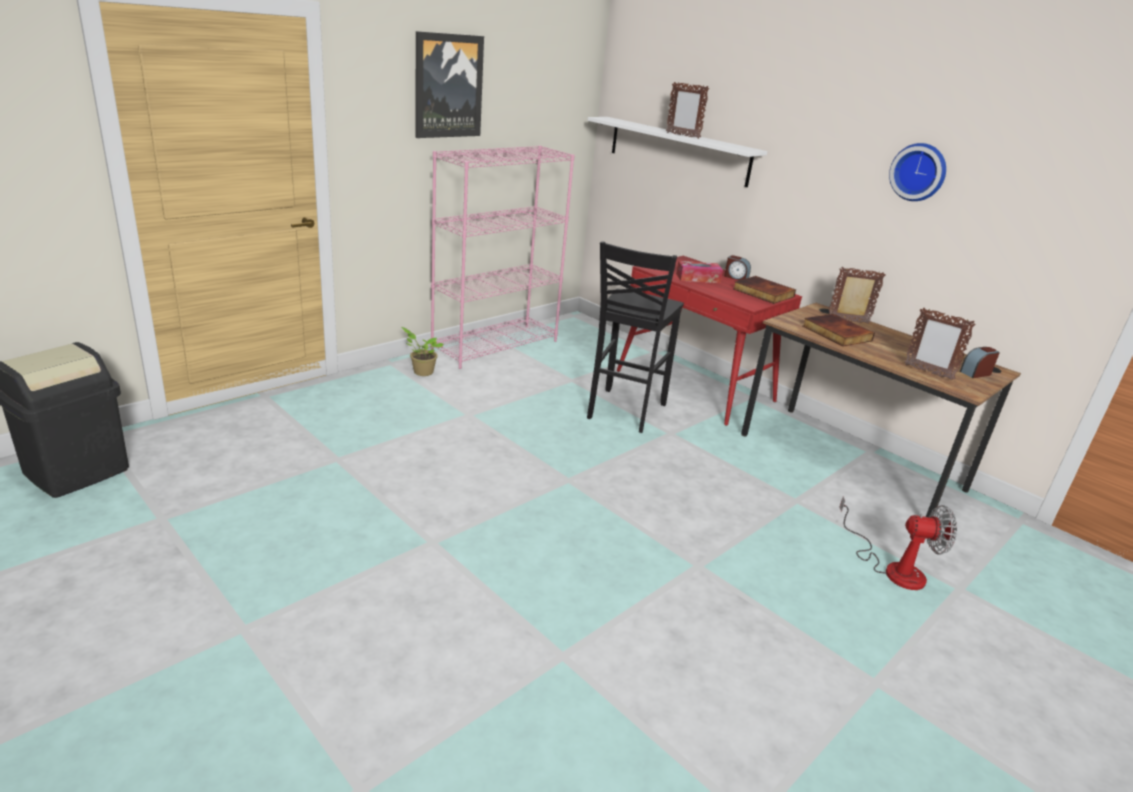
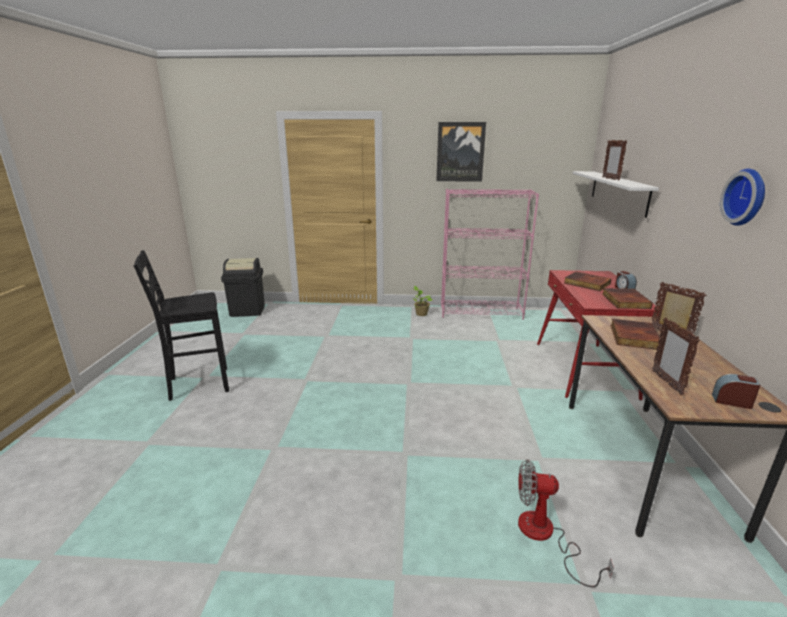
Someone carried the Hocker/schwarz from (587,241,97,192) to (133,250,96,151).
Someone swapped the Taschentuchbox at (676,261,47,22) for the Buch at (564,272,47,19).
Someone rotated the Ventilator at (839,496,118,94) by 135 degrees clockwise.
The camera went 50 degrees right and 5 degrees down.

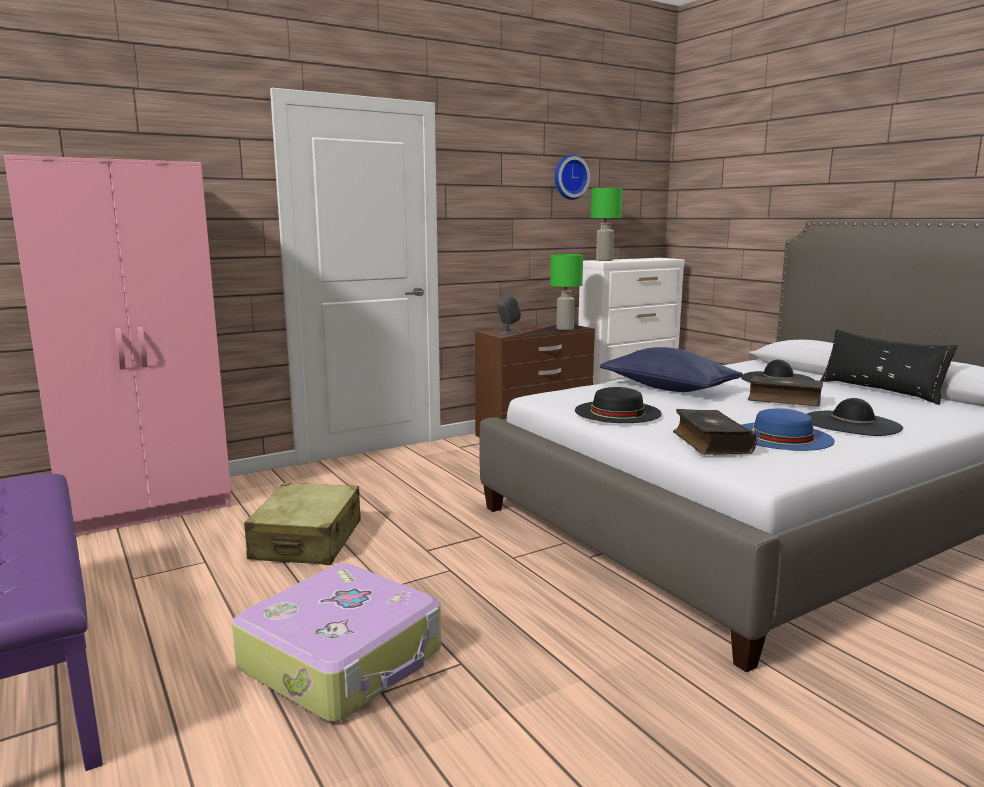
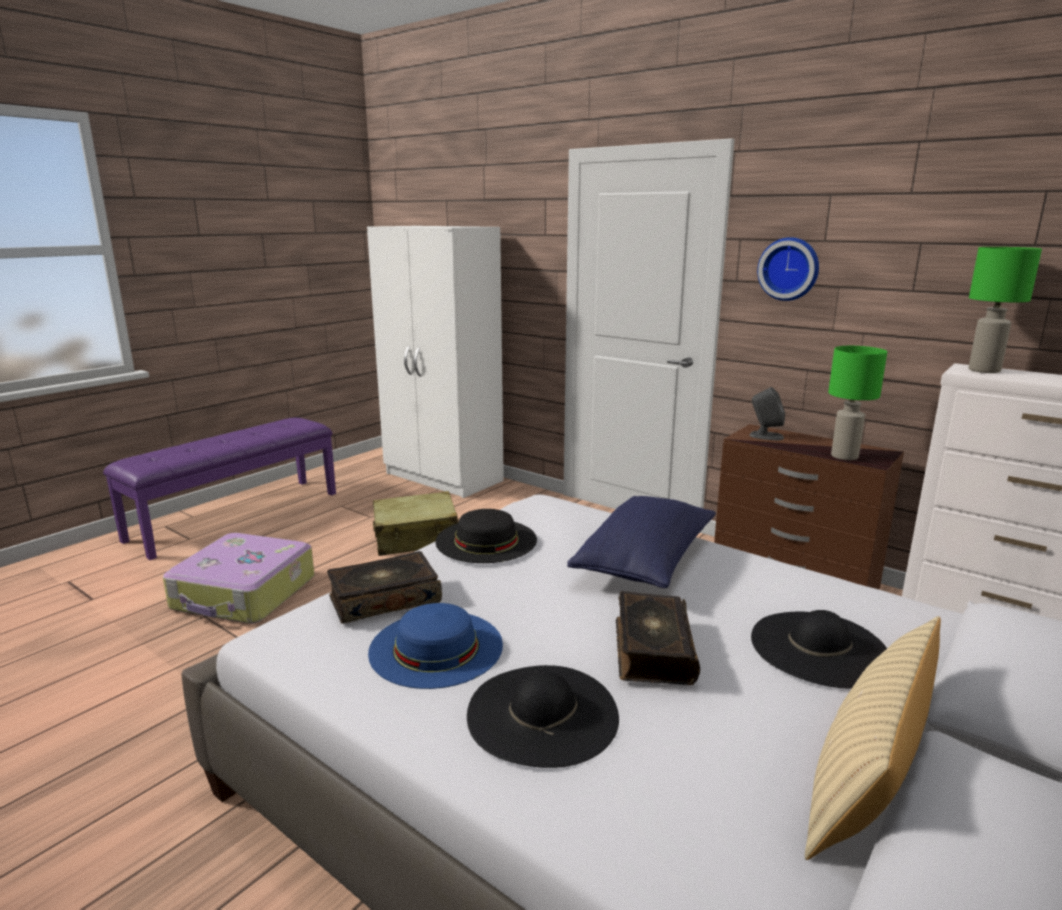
Someone repainted the Kleiderschrank/rosa at (4,155,228,381), which became the Kleiderschrank/weiß at (367,226,137,272).
Someone carried the Wanduhr from (555,154,35,46) to (757,237,62,64).
Someone repainted the Kissen/schwarz at (820,329,138,76), which became the Kissen/beige at (805,616,136,244).
The camera went 70 degrees right and 5 degrees up.

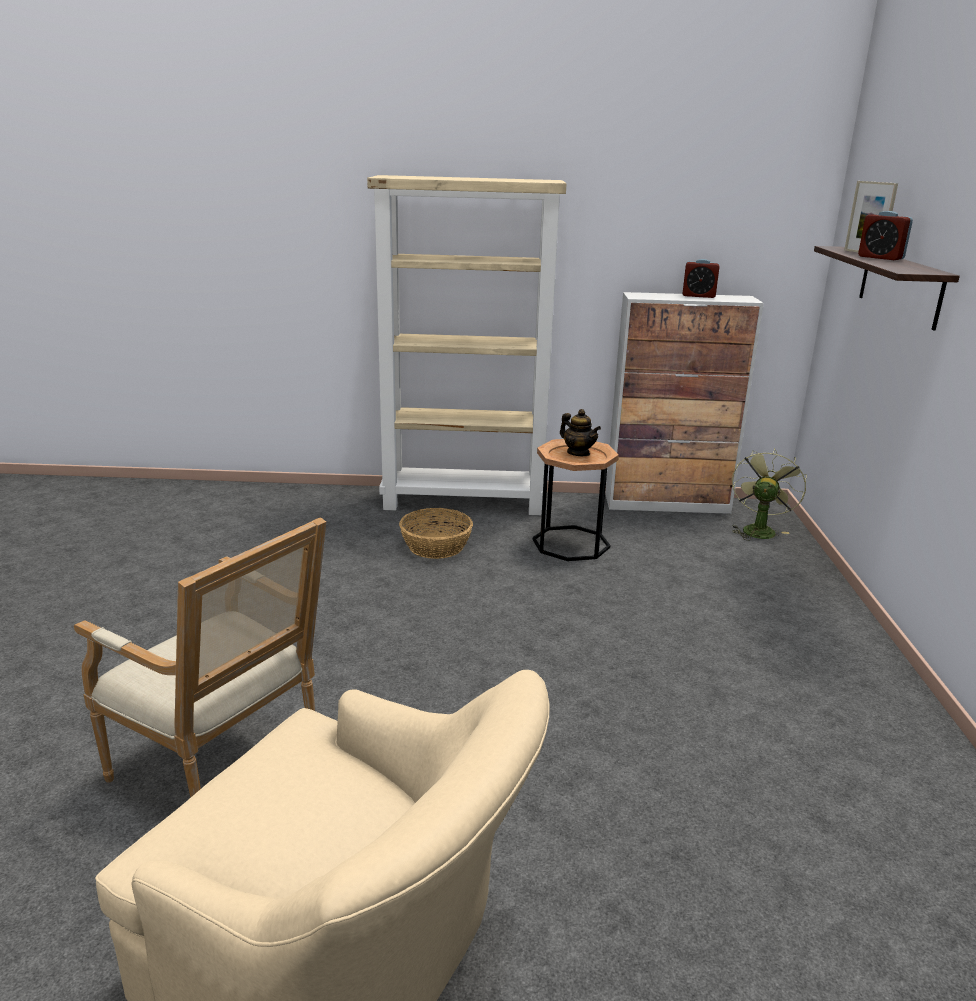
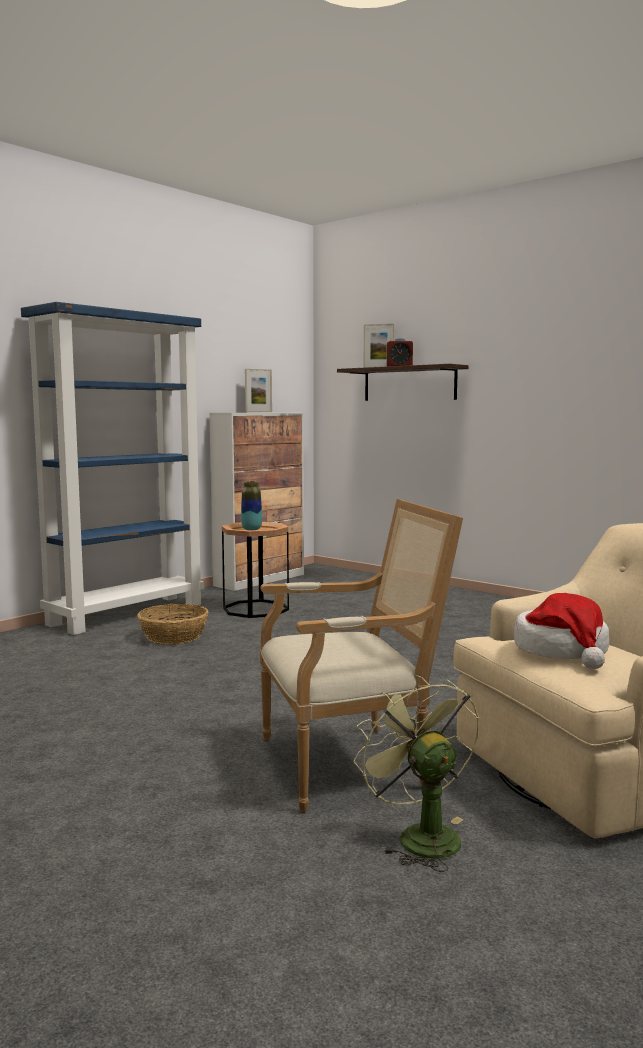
Someone repainted the Bücherregal/beige at (367,175,200,340), which became the Bücherregal/blau at (21,302,183,333).
Someone swapped the Teekanne at (560,409,41,47) for the Vase at (241,481,21,49).
Someone swapped the Wecker at (682,259,38,39) for the Bilderrahmen at (245,369,27,43).
Someone carried the Ventilator/grün from (732,448,75,93) to (354,675,125,197).
Someone put down the Hut at (514,593,95,76).
The camera went 50 degrees left and 15 degrees down.

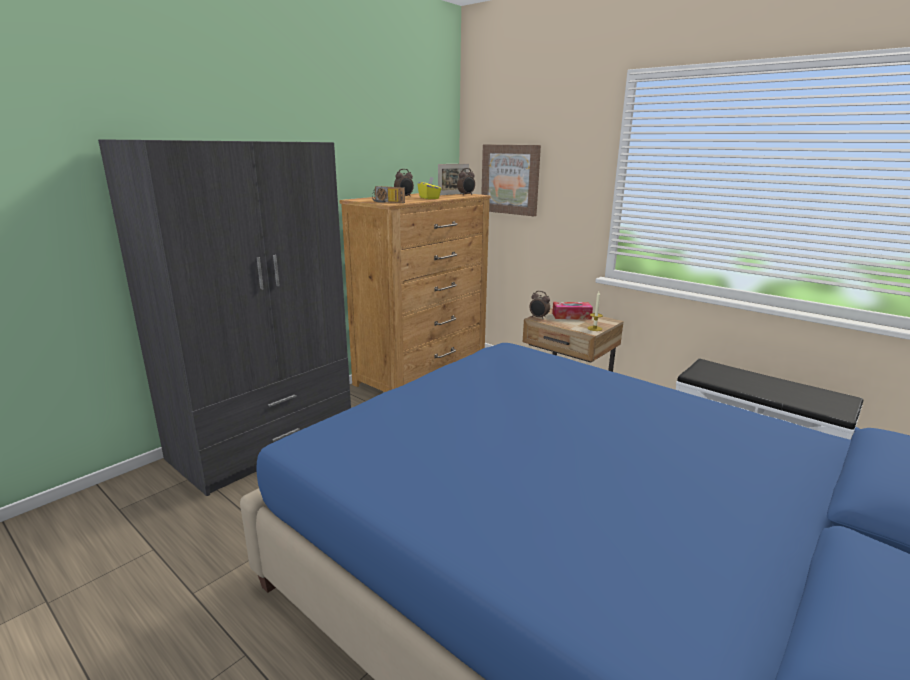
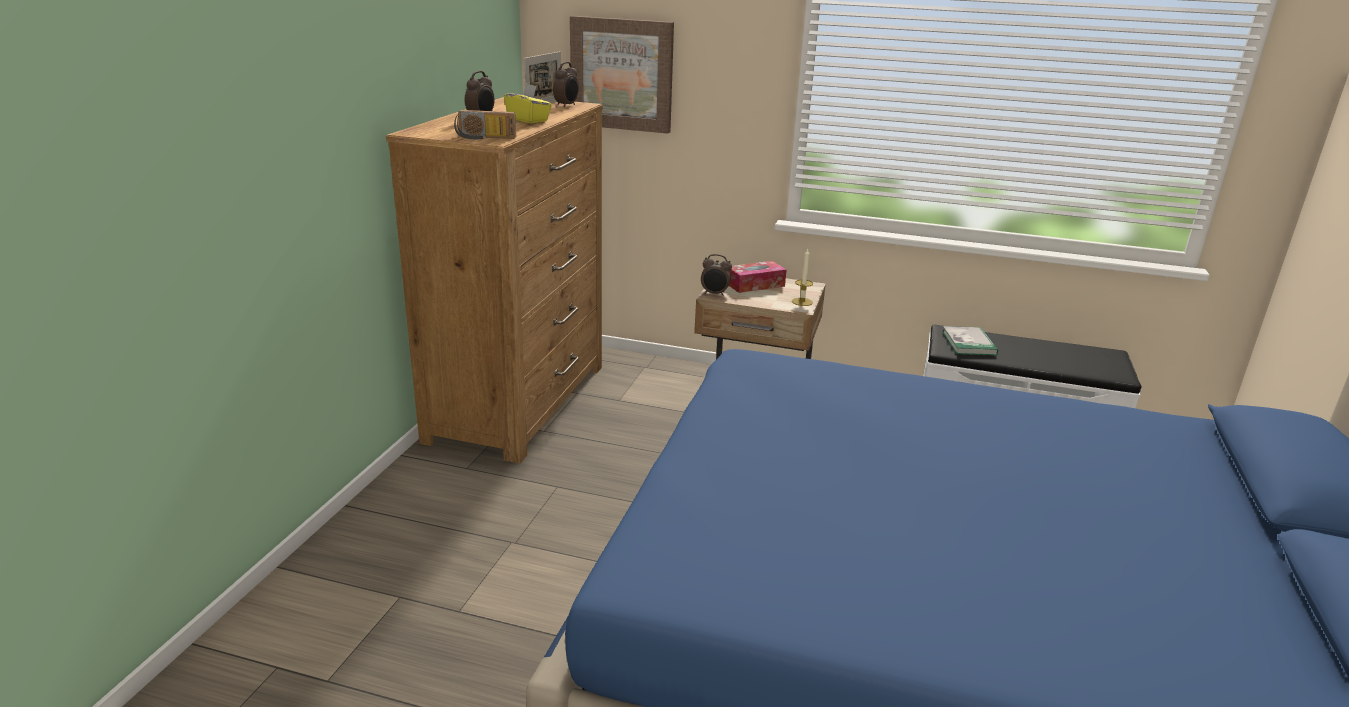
Someone took away the Kleiderschrank/grau at (98,139,253,357).
Someone put down the Buch at (942,326,56,30).
The camera went 25 degrees left and 5 degrees up.

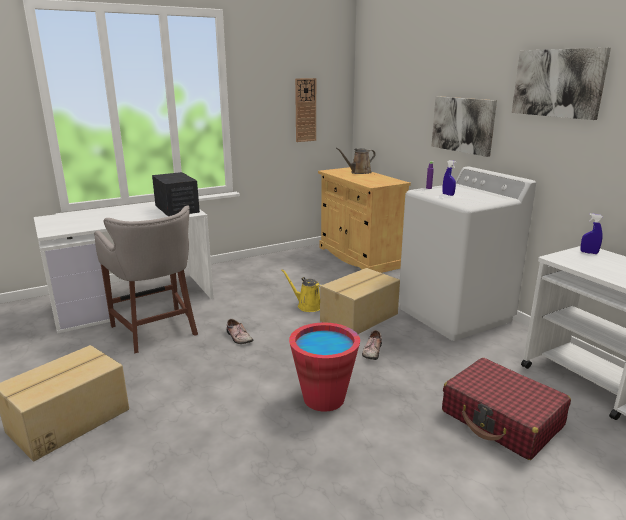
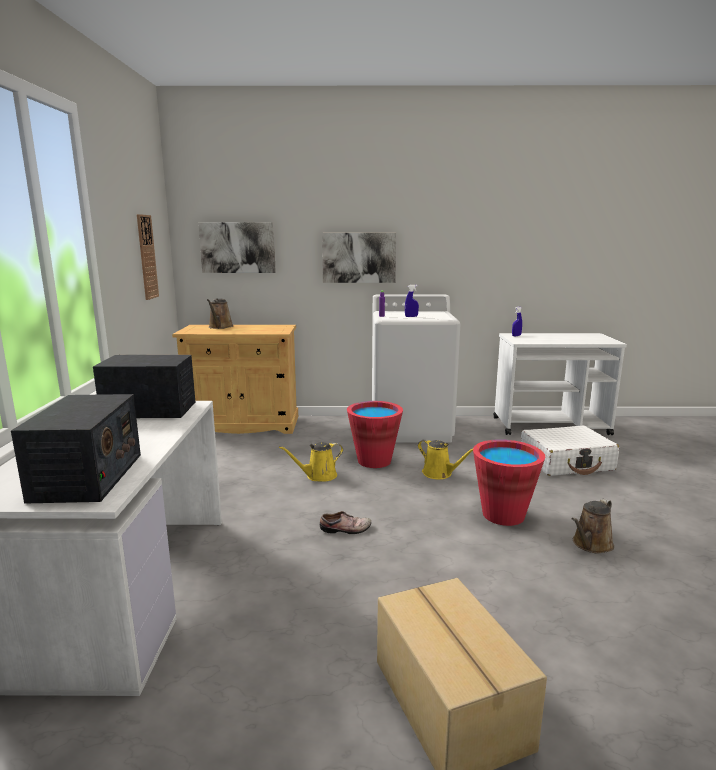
Someone took away the Hocker/grau at (94,206,104,147).
Someone swapped the Karton at (320,268,80,66) for the Eimer/rot at (347,401,56,67).
Someone swapped the Schuh at (362,330,20,30) for the Gießkanne/gelb at (418,439,55,40).
Someone repainted the Koffer/rot at (442,358,129,102), which became the Koffer/weiß at (521,426,98,50).
Someone carried the Bild from (512,48,99,72) to (198,222,78,51).
Someone put down the Radio at (11,394,130,110).
Someone put down the Gießkanne/braun at (571,499,43,55).
The camera went 60 degrees left and 5 degrees down.

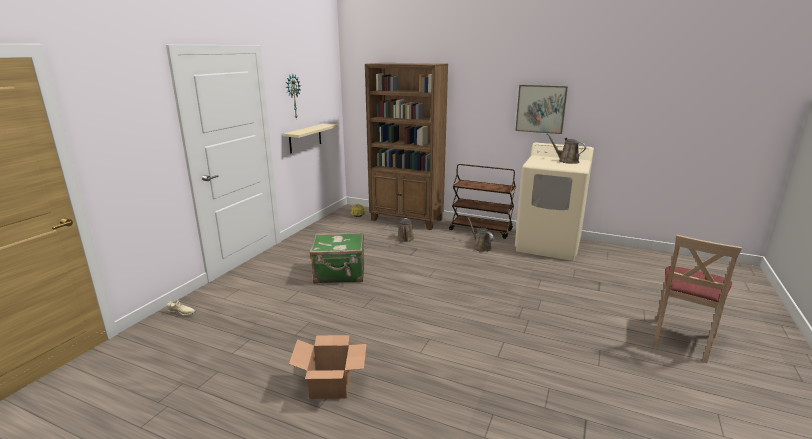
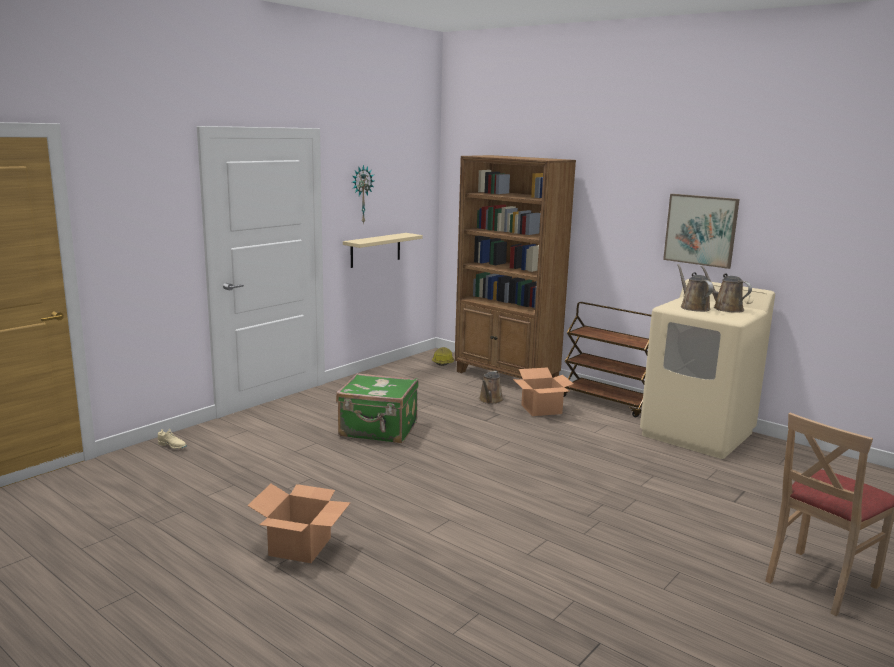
Someone carried the Gießkanne/braun from (468,218,26,34) to (677,264,36,48).
Someone put down the Karton at (513,367,61,49).
The camera went 15 degrees right and 5 degrees down.

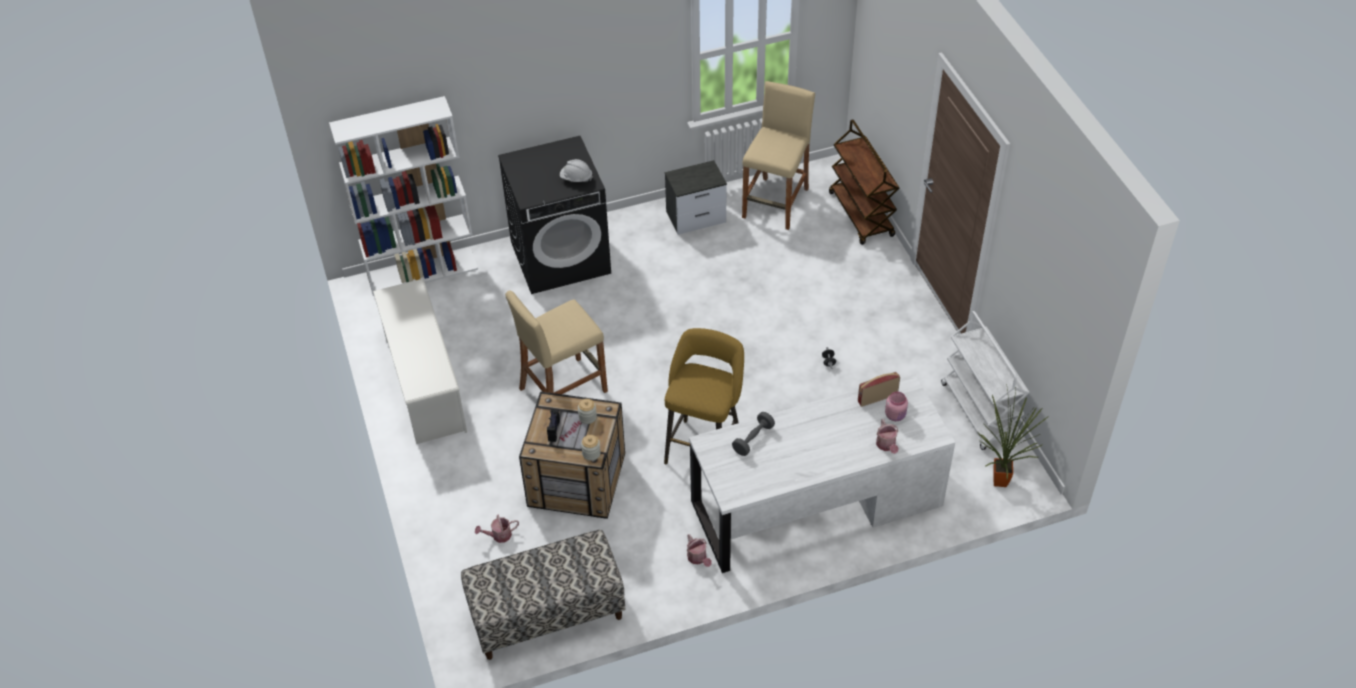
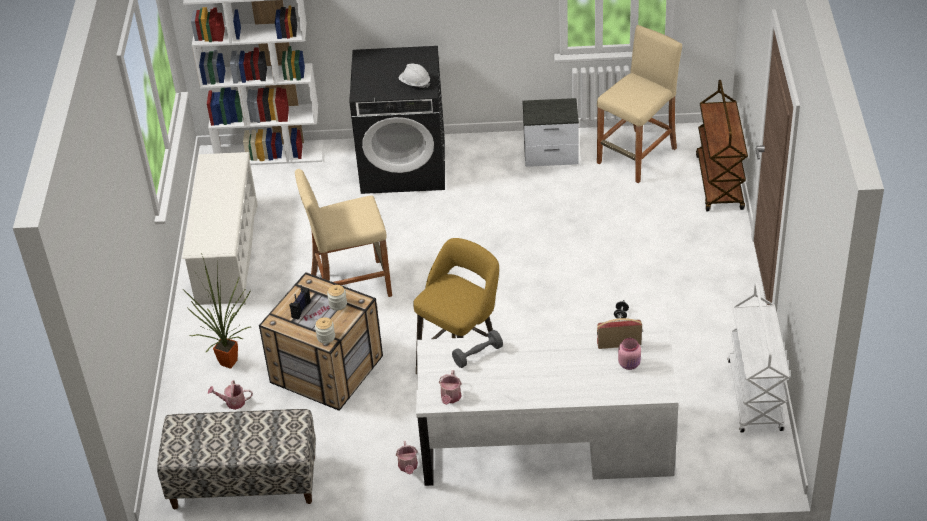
Someone carried the Gießkanne from (876,419,23,35) to (439,370,23,35).
Someone carried the Topfpflanze from (978,384,71,103) to (183,253,68,116).
The camera went 20 degrees right and 5 degrees down.

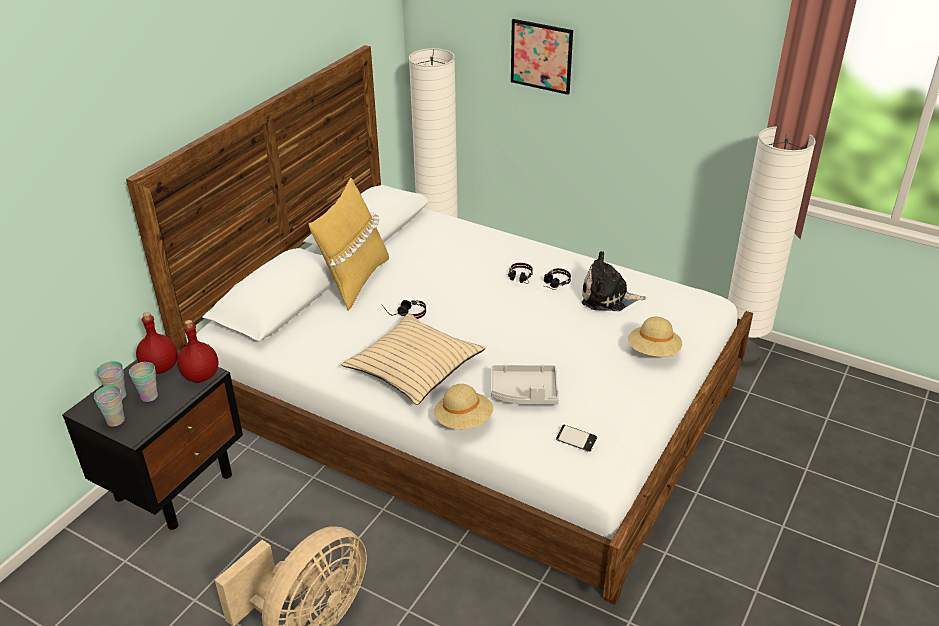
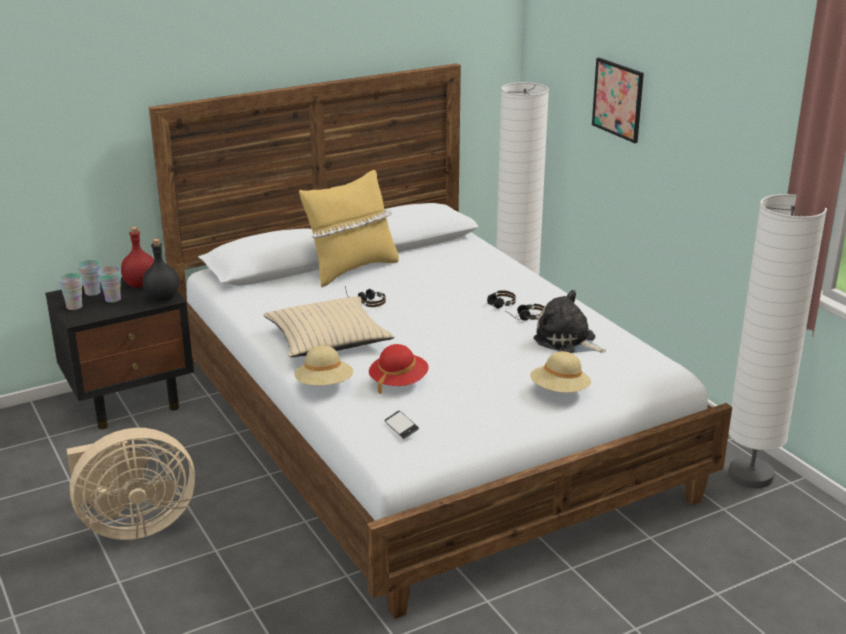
Someone repainted the Flasche/rot at (177,320,42,63), which became the Flasche/schwarz at (143,239,36,62).
Someone swapped the Tablett/grau at (491,364,68,41) for the Hut/rot at (369,344,60,51).
The camera went 30 degrees right and 10 degrees down.

